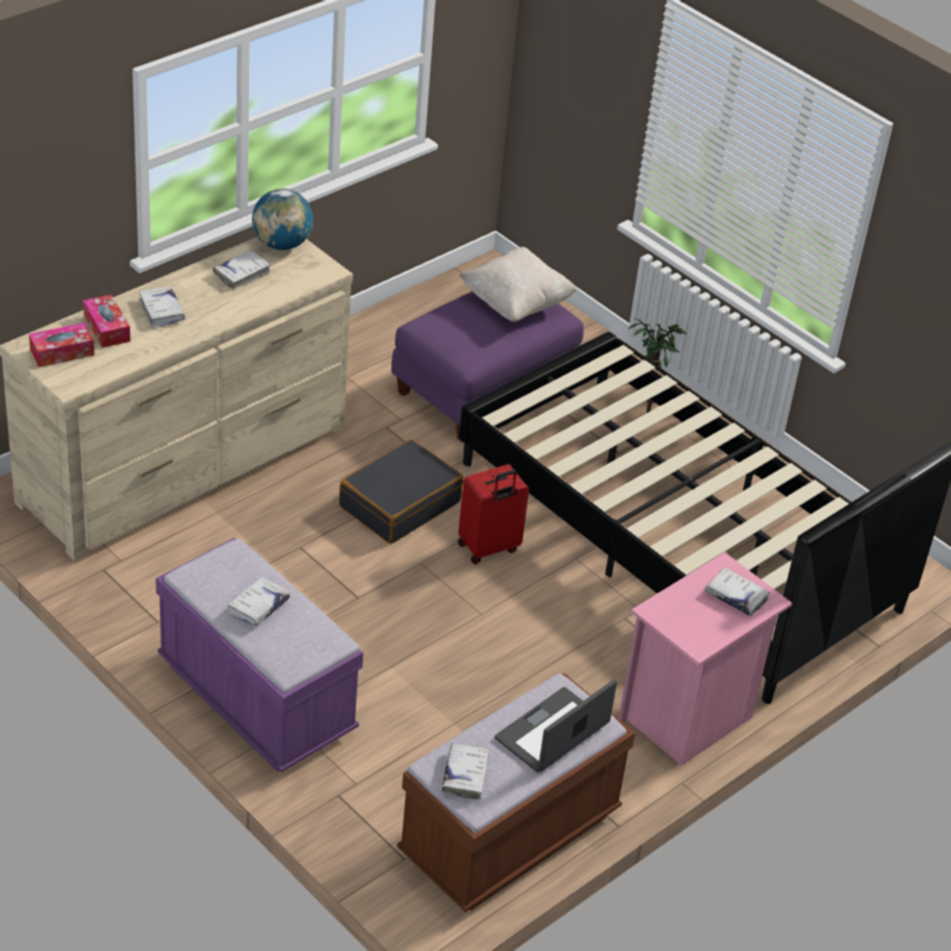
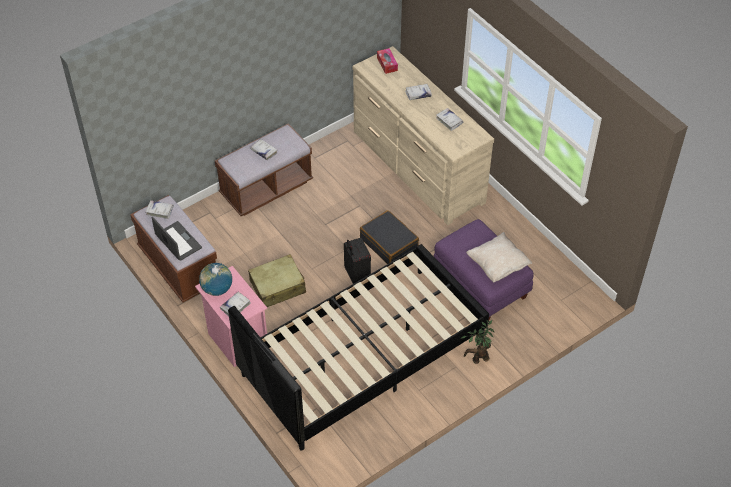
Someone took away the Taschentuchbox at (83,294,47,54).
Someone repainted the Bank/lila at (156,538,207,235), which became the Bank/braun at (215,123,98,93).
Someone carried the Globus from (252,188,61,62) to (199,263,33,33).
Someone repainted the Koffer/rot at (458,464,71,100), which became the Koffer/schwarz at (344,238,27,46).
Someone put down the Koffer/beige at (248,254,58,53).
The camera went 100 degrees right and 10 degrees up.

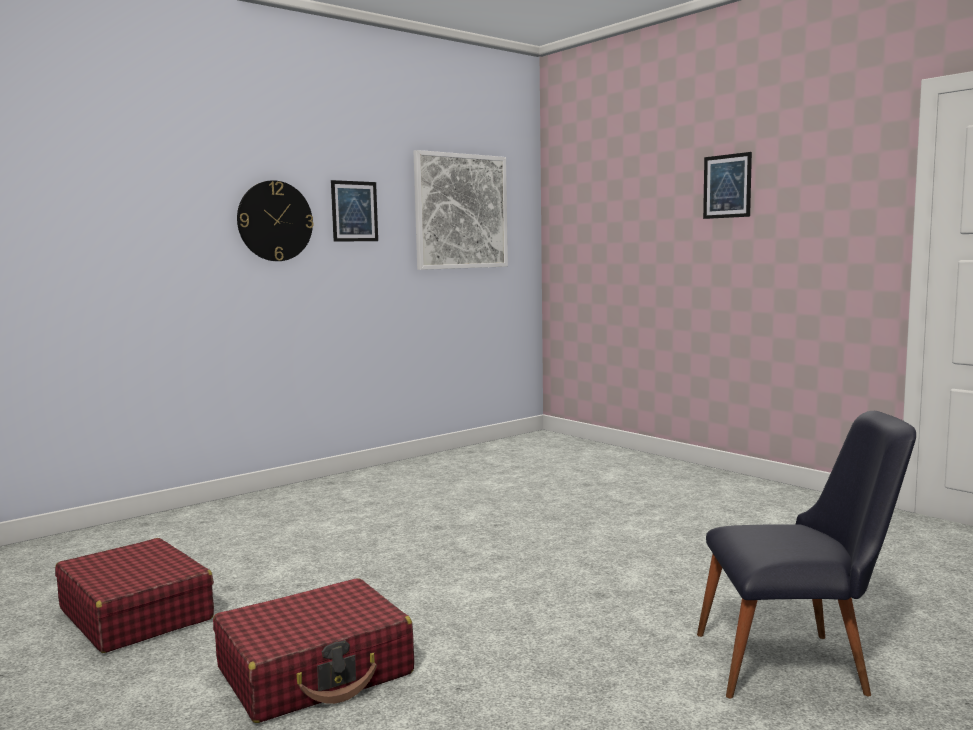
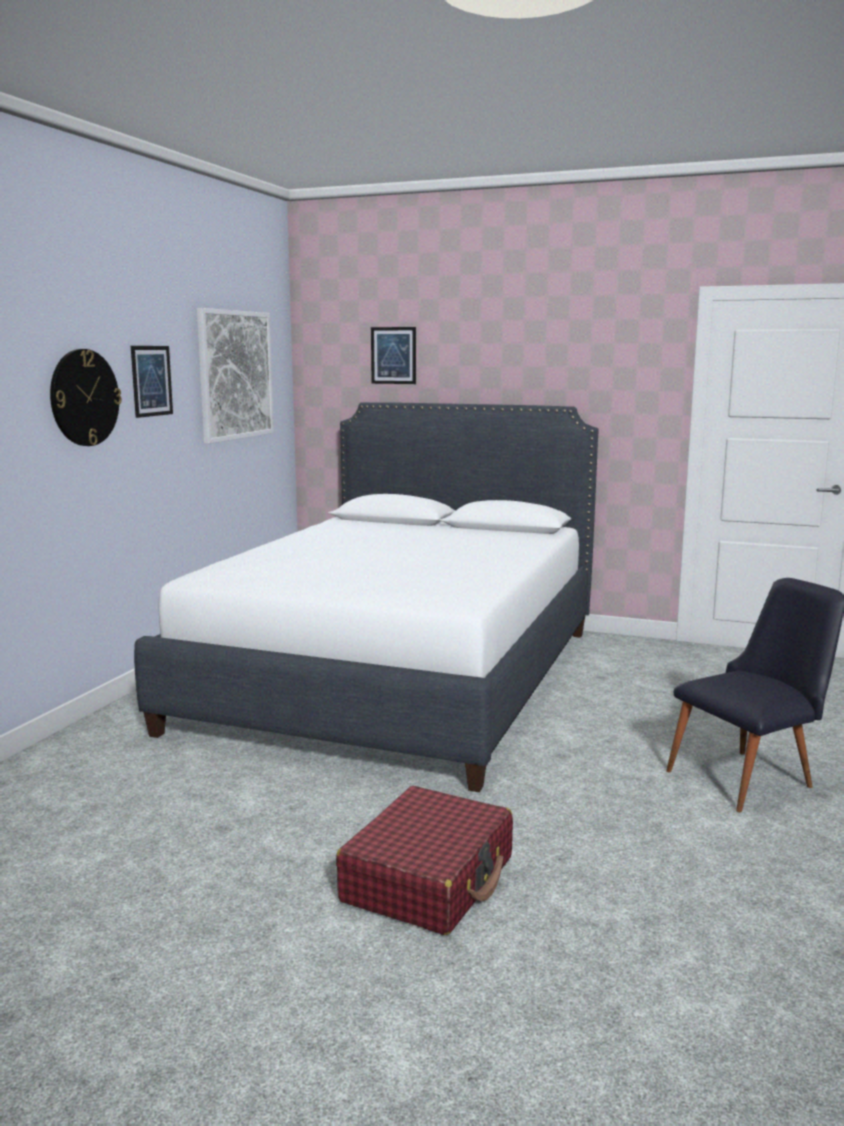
Someone took away the Koffer/rot at (55,538,159,115).
Someone carried the Bild from (703,152,49,67) to (371,327,45,57).
Someone put down the Bett/weiß at (134,402,464,390).
The camera went 30 degrees left and 5 degrees up.

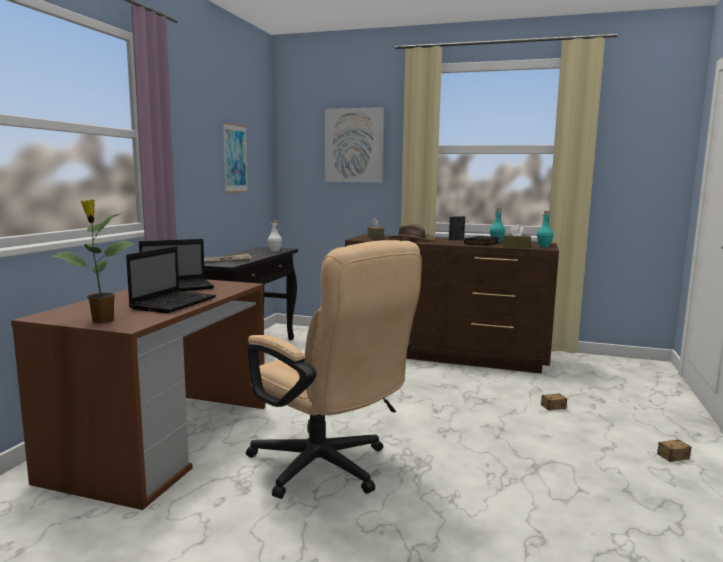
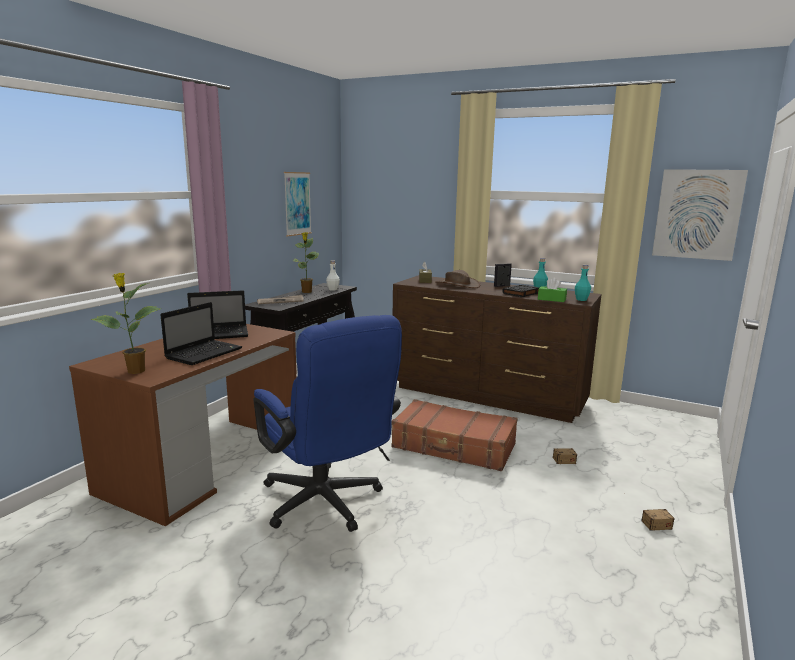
Someone repainted the Bürostuhl/beige at (246,240,176,259), which became the Bürostuhl/blau at (253,315,149,217).
Someone carried the Bild from (325,107,59,76) to (652,169,96,92).
Someone repainted the Taschentuchbox/braun at (503,224,28,24), which became the Taschentuchbox/grün at (538,278,29,24).
Someone put down the Topfpflanze at (293,232,26,61).
Someone put down the Koffer/braun at (391,399,127,72).
The camera went 10 degrees right and 5 degrees up.

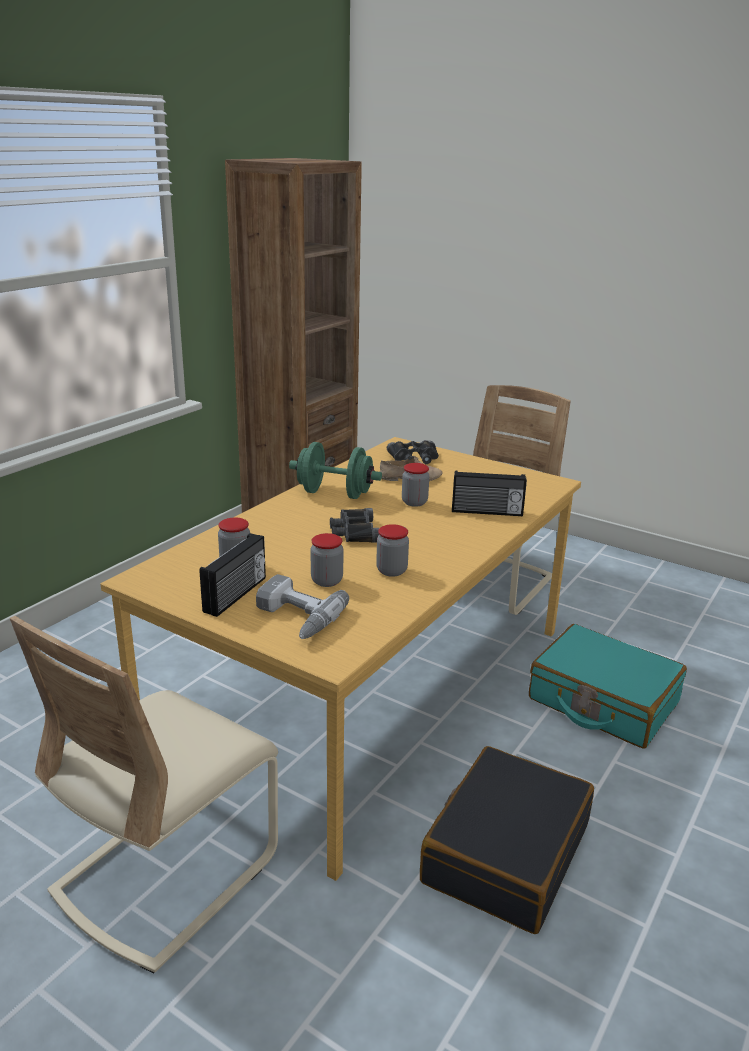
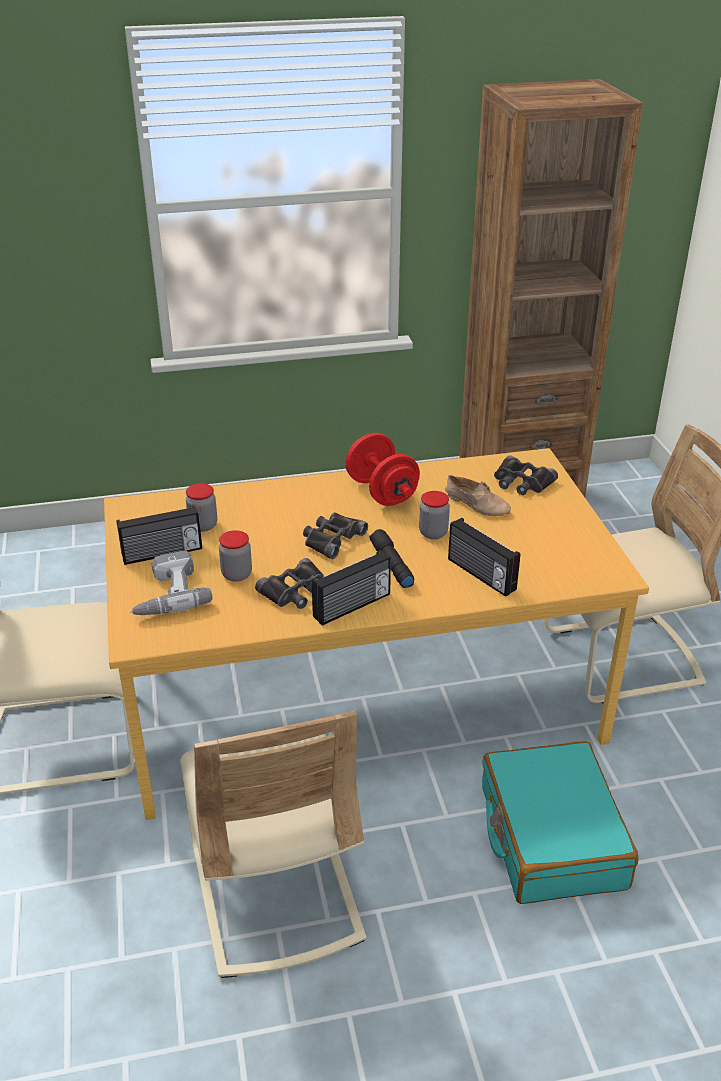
Someone repainted the Hantel/grün at (289,442,93,57), which became the Hantel/rot at (346,433,74,73).
Someone swapped the Vorratsglas at (376,524,33,53) for the Fernglas/schwarz at (255,558,69,51).
Someone swapped the Koffer/schwarz at (420,746,174,188) for the Stuhl/beige at (180,711,186,267).
Someone put down the Radio at (312,550,79,76).
Someone put down the Taschenlampe/schwarz at (370,529,44,59).
The camera went 45 degrees right and 10 degrees up.

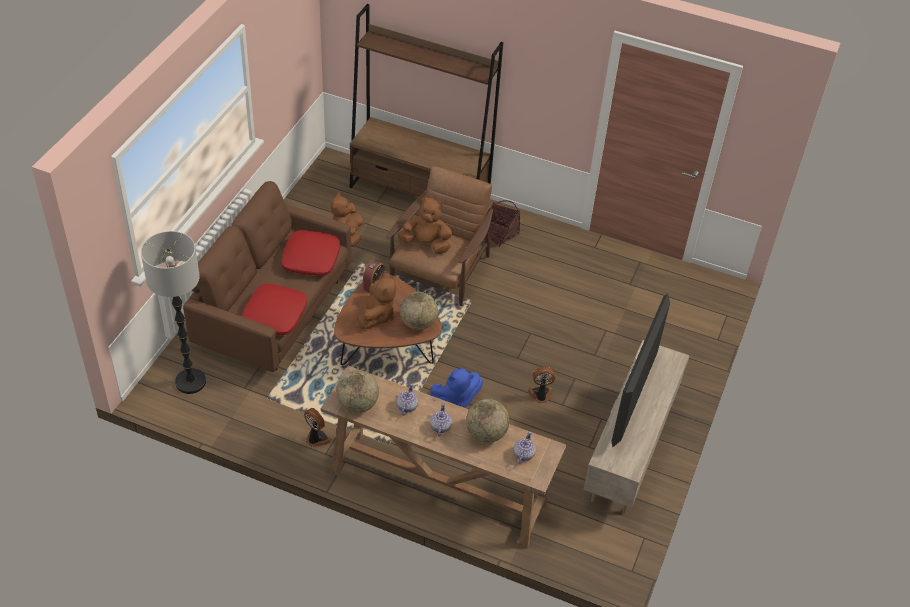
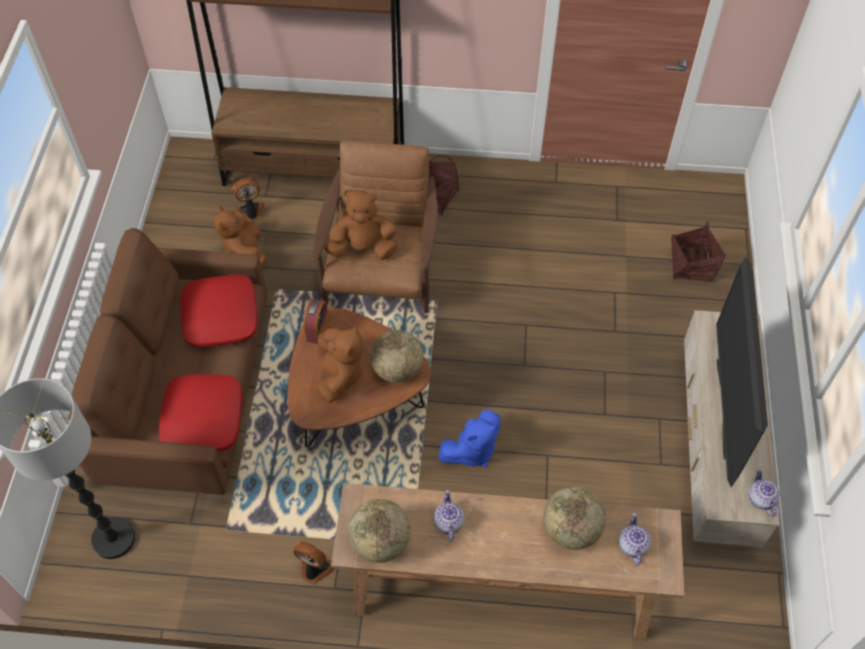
Someone carried the Teekanne from (430,403,22,34) to (748,468,32,49).
Someone carried the Ventilator from (528,366,28,37) to (233,178,30,44).
Someone put down the Korb at (671,222,55,59).
The camera went 15 degrees left and 10 degrees up.

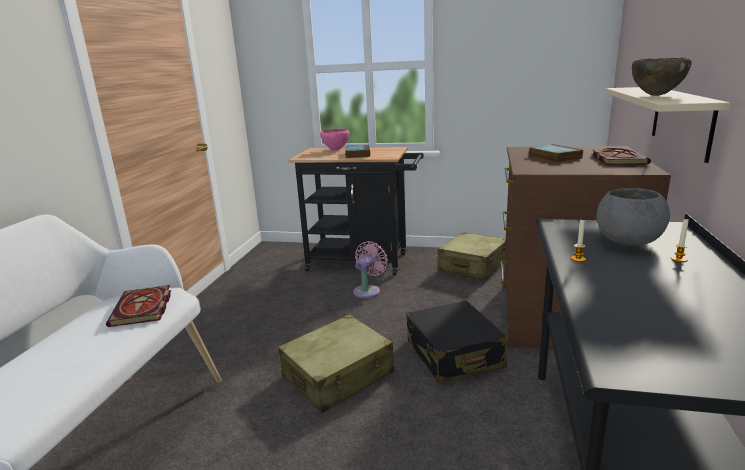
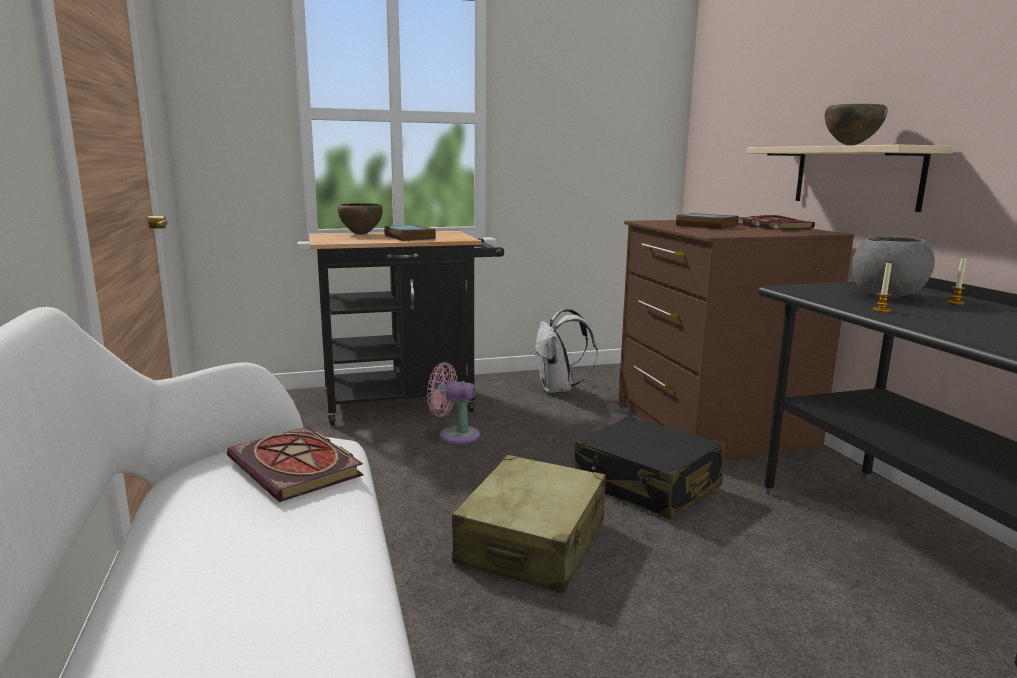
Someone repainted the Schüssel/rosa at (320,129,30,21), which became the Schüssel/braun at (338,203,45,32).
Someone rotated the Ventilator/rosa at (353,241,35,58) by 75 degrees counterclockwise.
Someone swapped the Koffer/beige at (438,232,68,49) for the Rucksack/weiß at (535,309,62,84).
The camera went 30 degrees left and 5 degrees down.

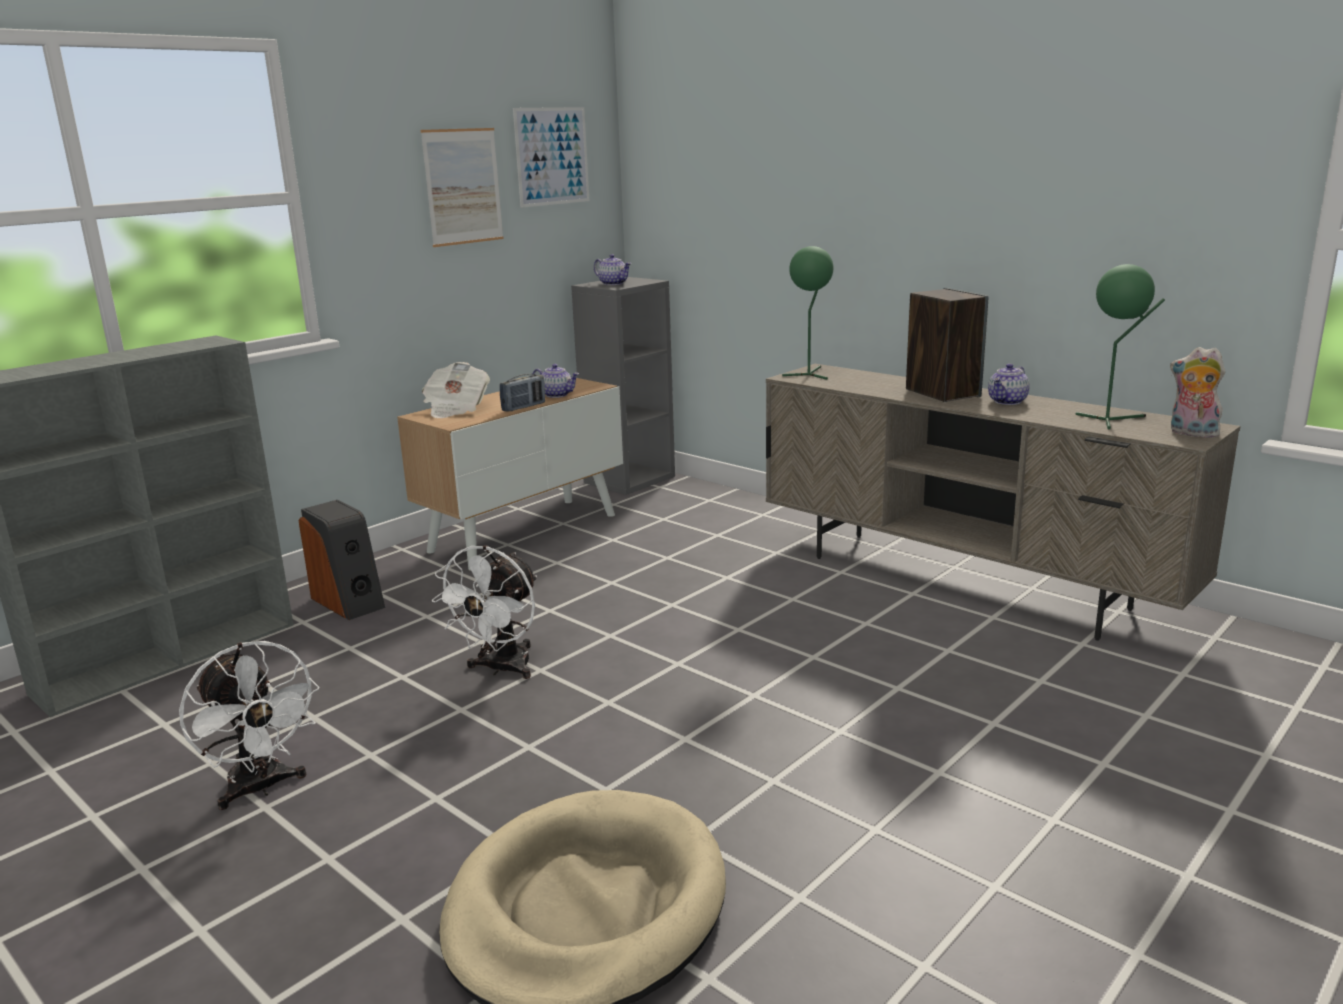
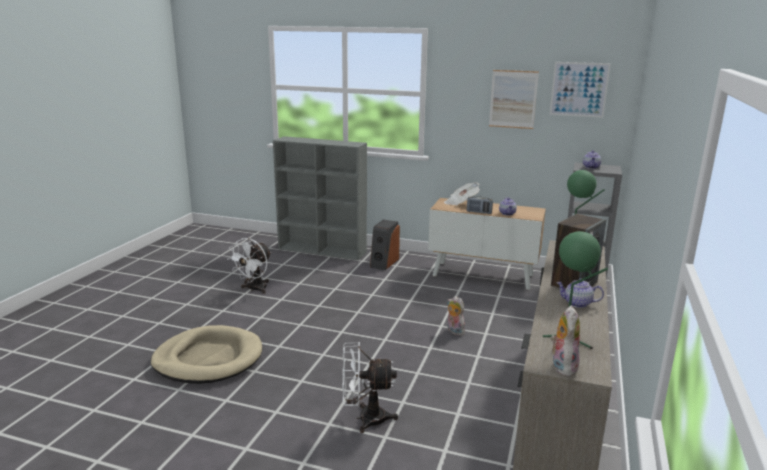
Someone carried the Ventilator/weiß from (432,545,105,134) to (342,342,56,91).
Someone put down the Plüschtier at (447,296,19,40).
The camera went 65 degrees right and 0 degrees up.

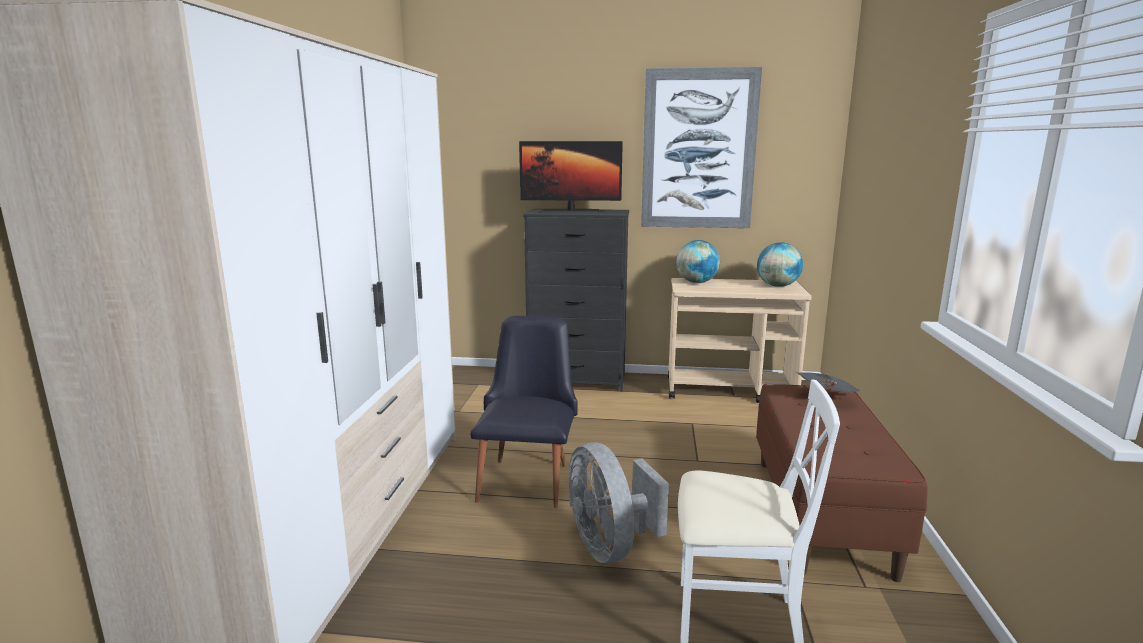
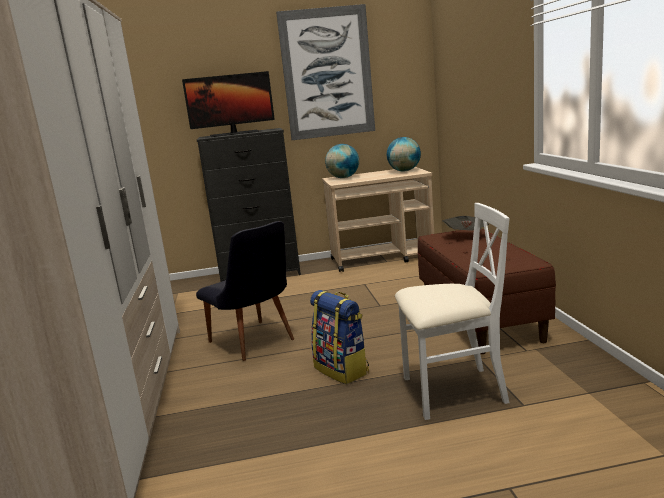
Someone rotated the Stuhl/schwarz at (470,316,108,192) by 150 degrees clockwise.
Someone swapped the Ventilator/grau at (569,443,100,120) for the Rucksack at (310,290,59,94).
The camera went 15 degrees left and 0 degrees up.

